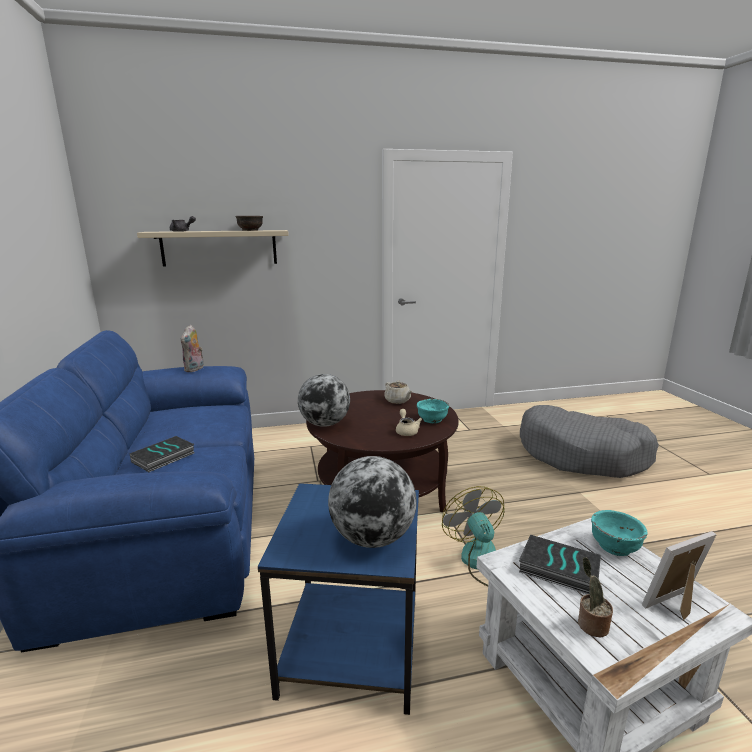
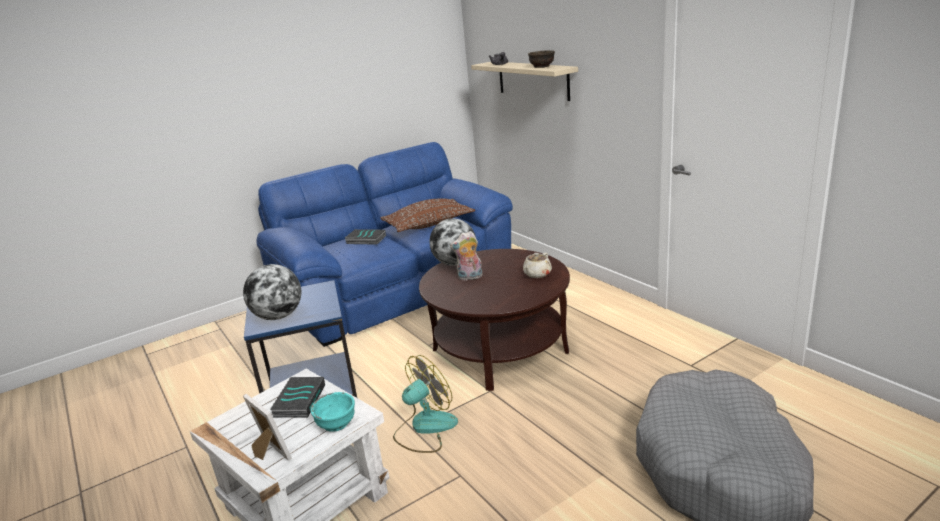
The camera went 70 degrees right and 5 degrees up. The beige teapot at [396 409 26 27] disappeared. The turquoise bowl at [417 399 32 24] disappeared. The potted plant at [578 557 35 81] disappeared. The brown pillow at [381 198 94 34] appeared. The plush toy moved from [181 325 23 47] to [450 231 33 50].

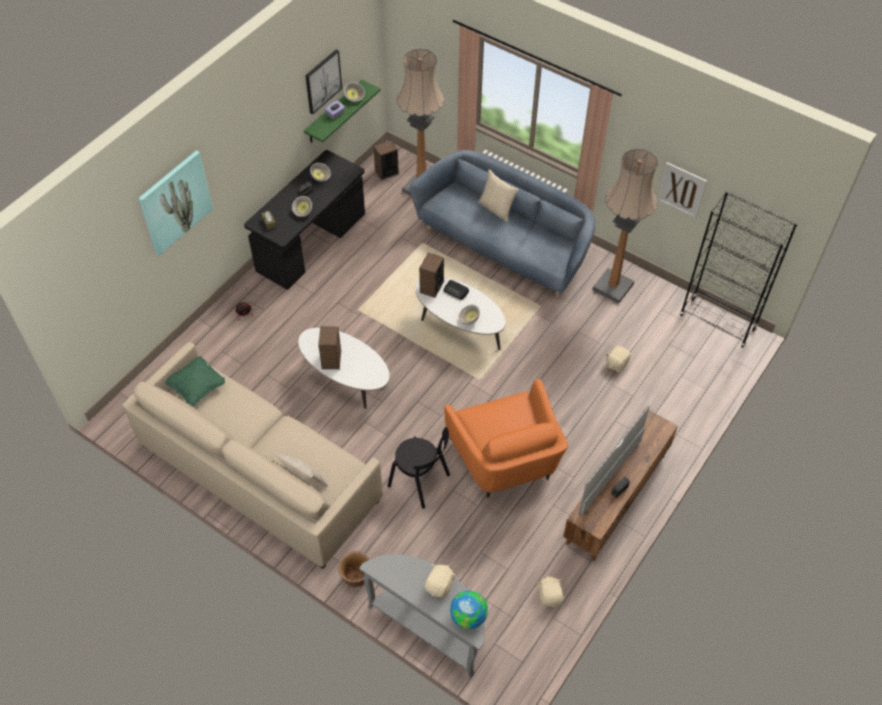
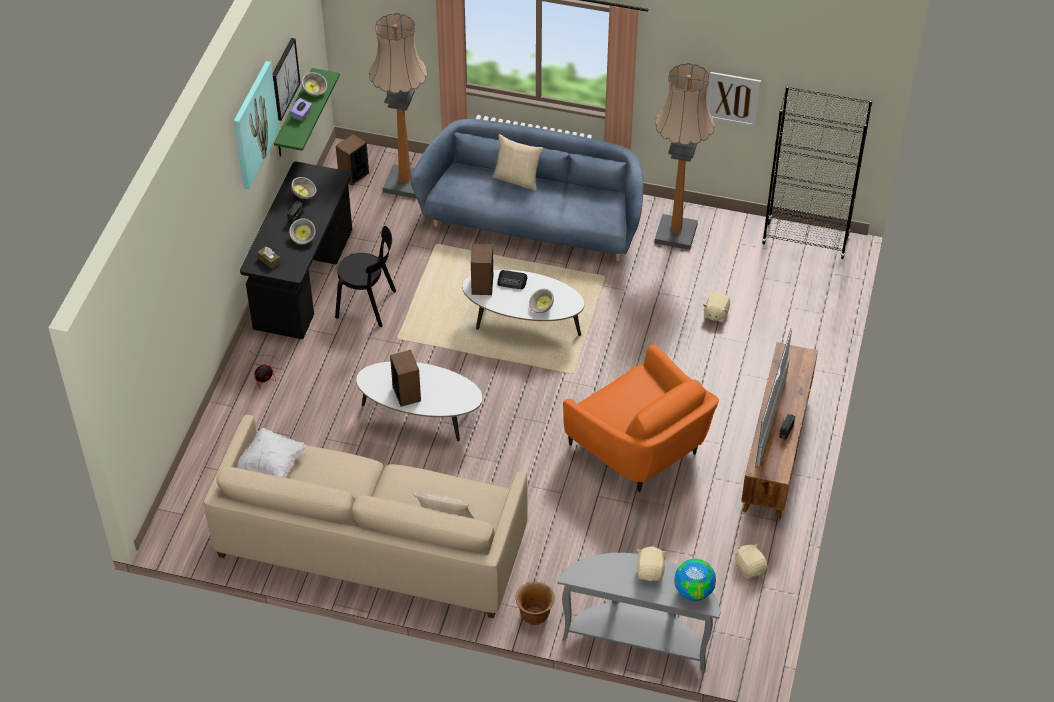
The camera went 20 degrees left and 5 degrees down. The picture moved from [138 151 75 105] to [234 61 46 128]. The black chair moved from [388 427 62 82] to [335 226 61 101]. The green pillow at [166 356 59 51] became the white pillow at [237 428 70 50].

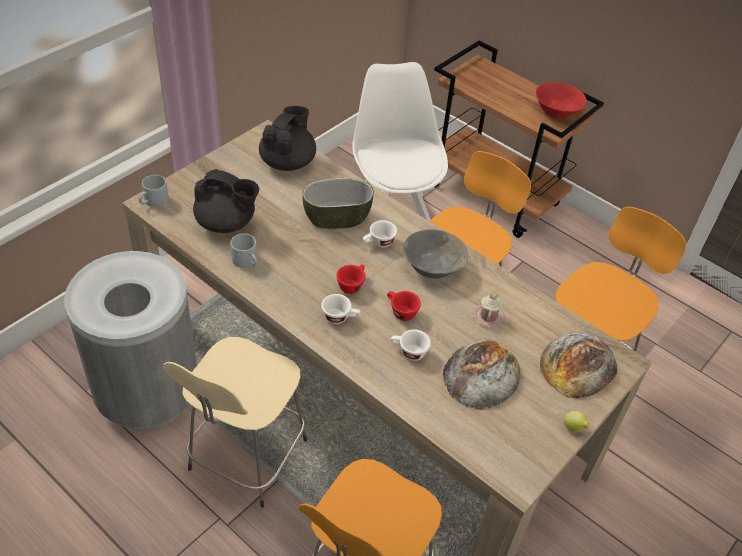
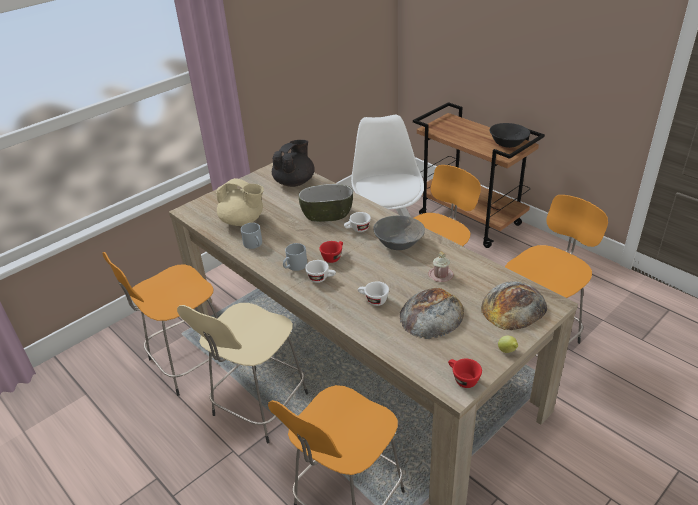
The camera went 10 degrees right and 10 degrees down. The grey mug moved from [139 175 30 32] to [283 243 24 28]. The red cup moved from [387 291 34 30] to [448 359 34 29]. The grey trash can at [64 251 133 179] was replaced by the orange stool at [103 252 115 144]. The black teapot at [193 169 67 64] became the beige teapot at [216 178 48 48]. The red bowl at [536 82 51 36] became the black bowl at [490 123 40 25].

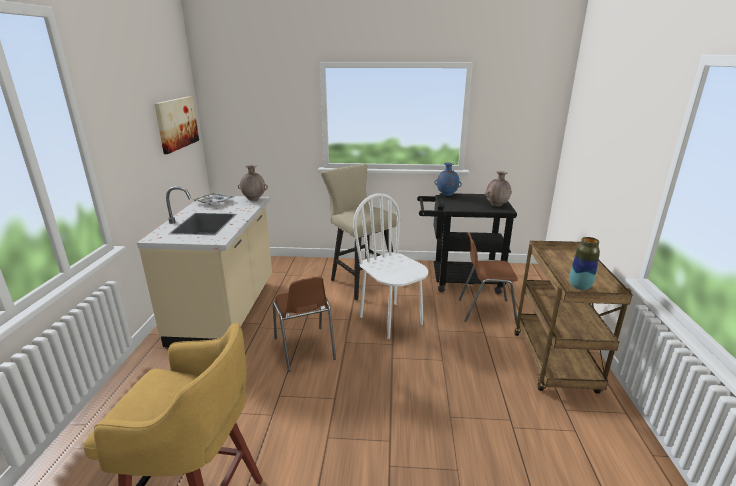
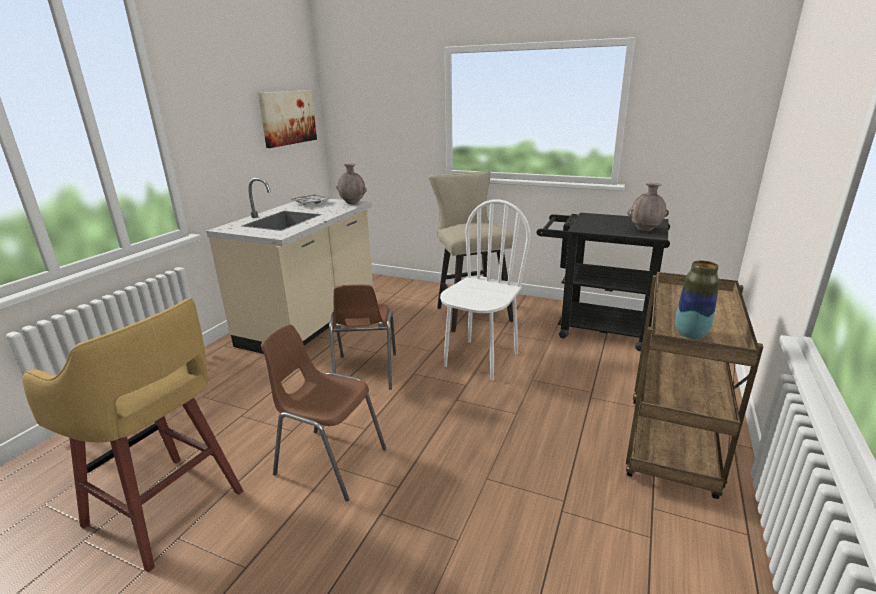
The camera went 20 degrees right and 0 degrees up. The blue vase at [434 163 28 33] disappeared. The brown chair moved from [459 233 59 91] to [261 324 125 177]. The white chair at [353 193 75 146] turned 45 degrees clockwise.

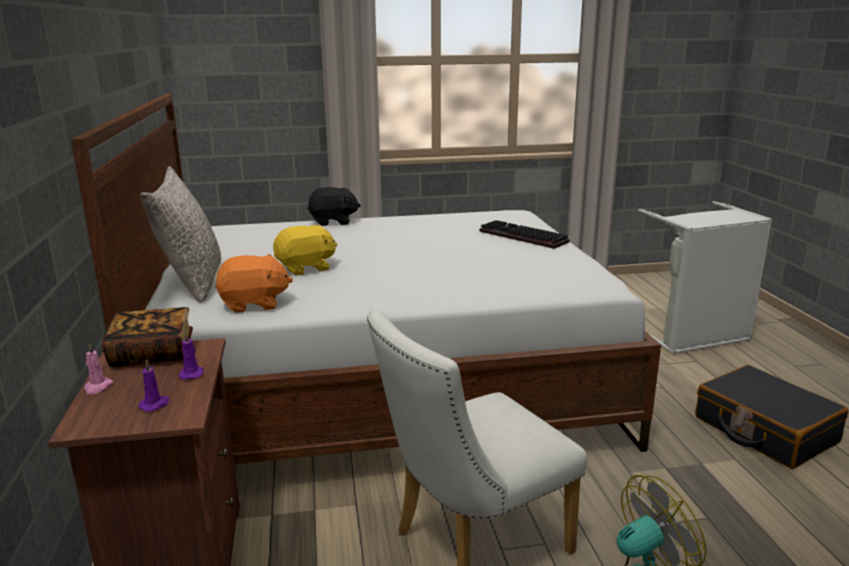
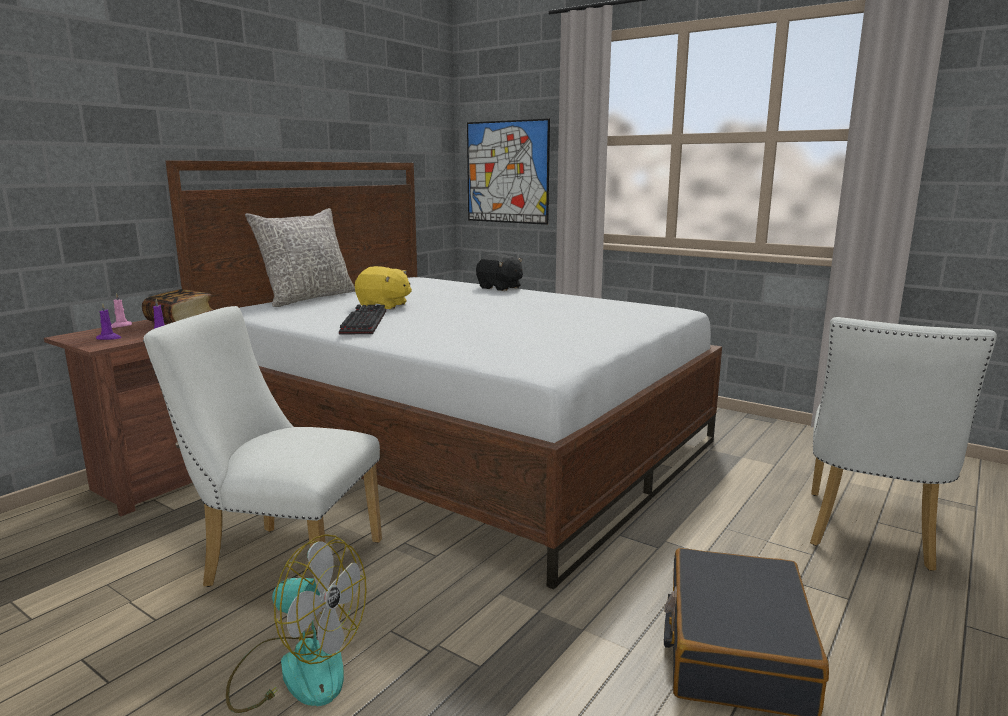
The camera went 45 degrees right and 5 degrees down. The orange plush toy at [215 254 78 59] disappeared. The picture at [467 119 83 106] appeared. The keyboard moved from [479 220 91 29] to [339 305 47 30]. The grey laundry basket at [639 201 133 154] was replaced by the white chair at [810 317 187 254].

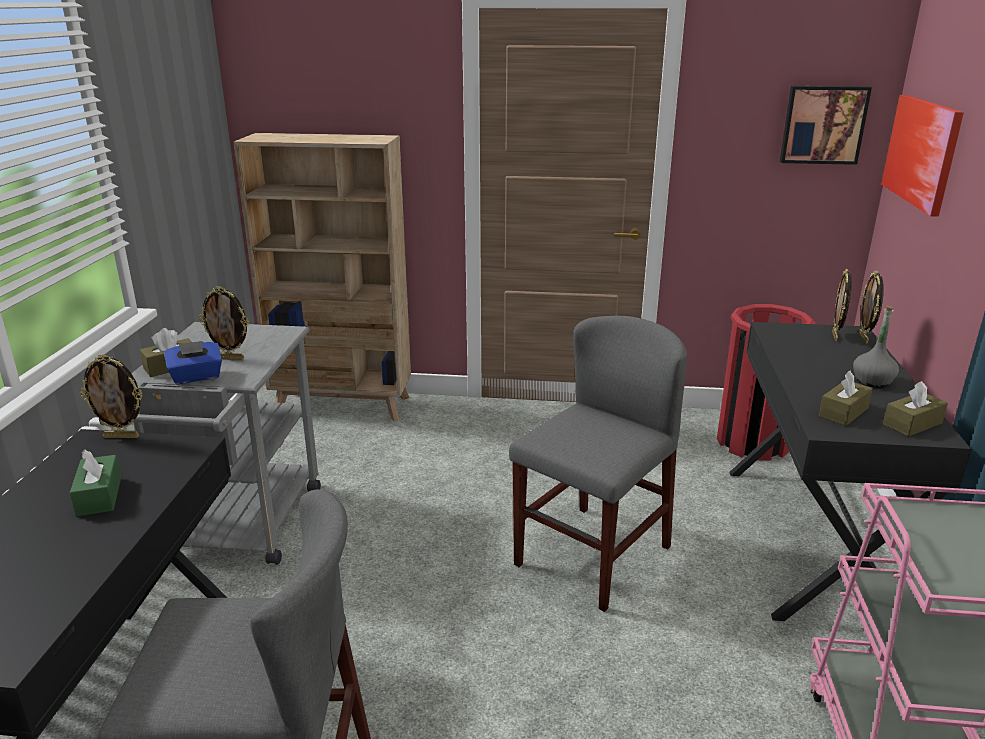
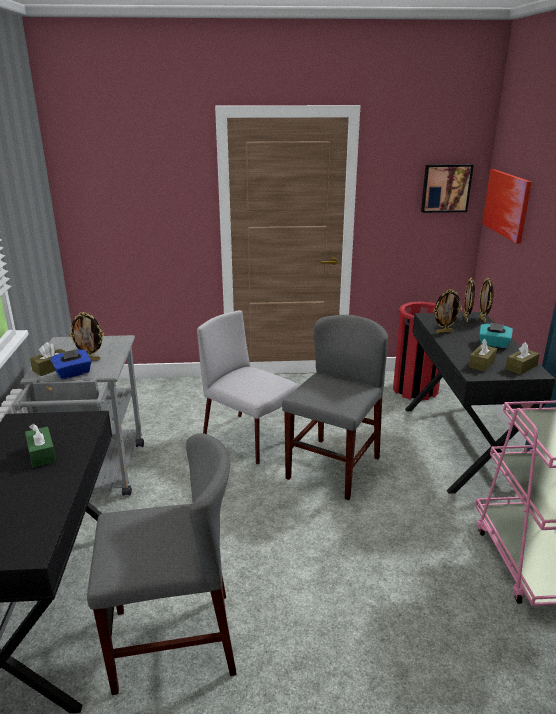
The camera went 10 degrees left and 0 degrees up. The beige bookcase at [233 133 178 289] disappeared. The grey chair at [197 310 101 154] appeared. The picture frame moved from [80 354 62 84] to [434 289 28 44]. The grey bottle at [853 306 46 82] was replaced by the turquoise tissue box at [479 322 34 26].

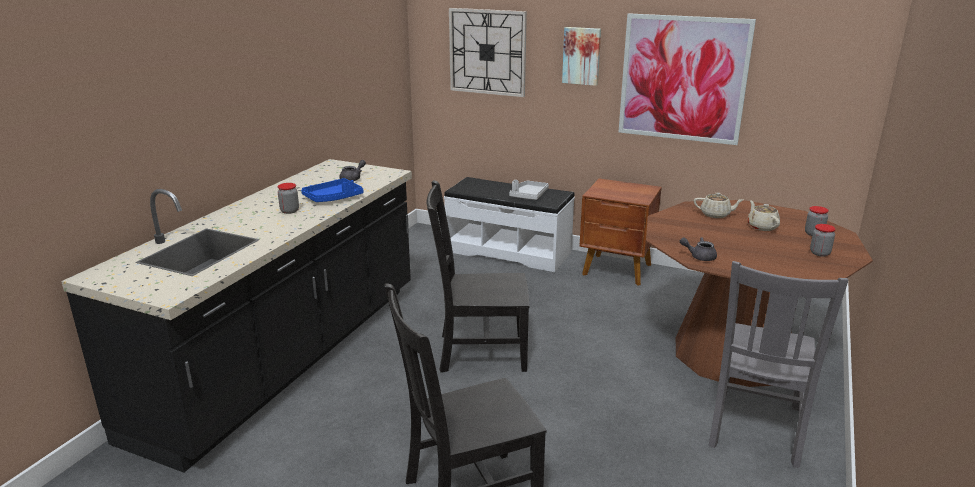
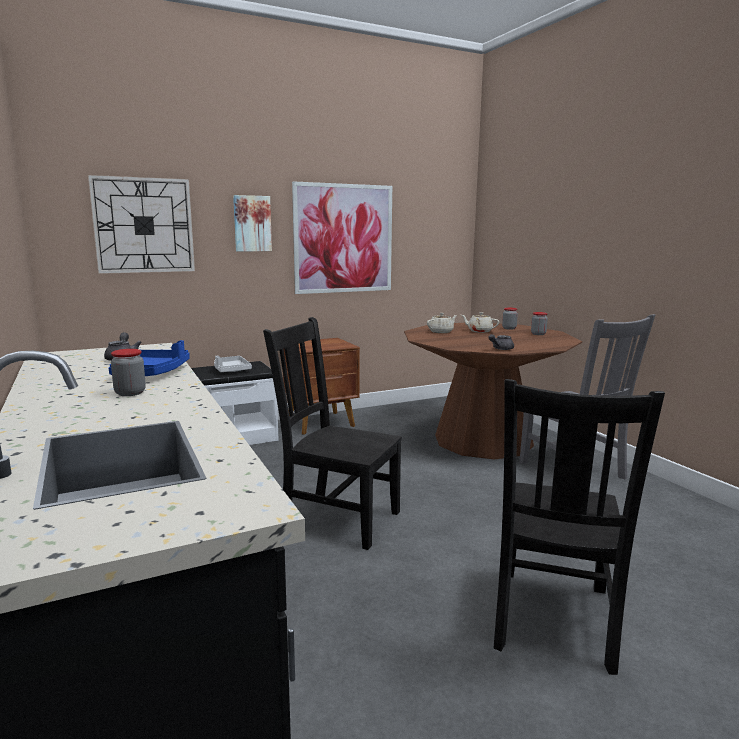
The camera went 50 degrees left and 10 degrees down. The black chair at [426 180 103 192] turned 75 degrees clockwise.

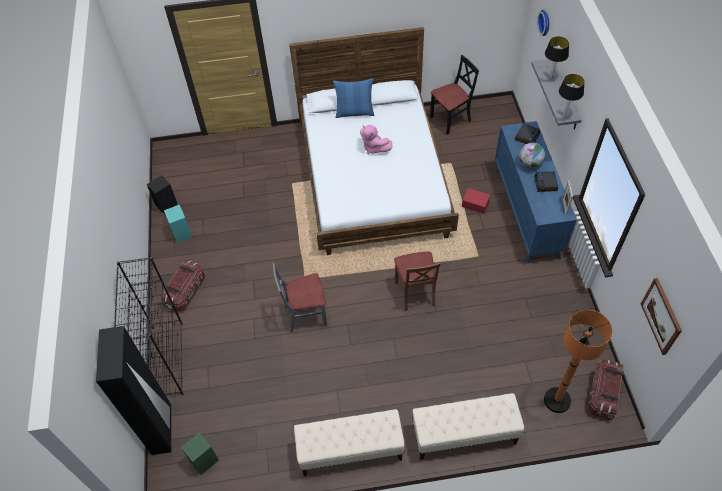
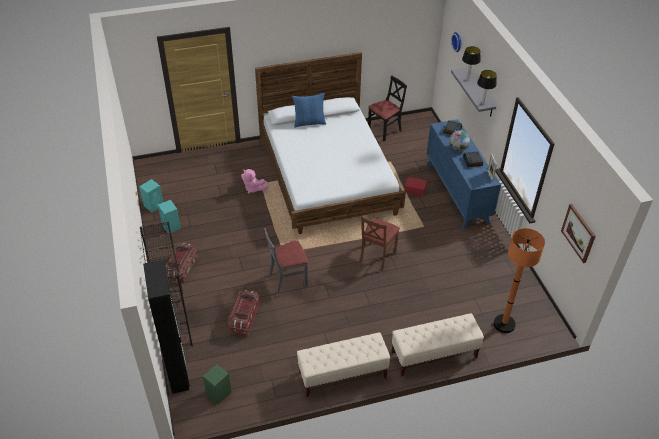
The camera went 10 degrees left and 10 degrees down. The pink plush toy moved from [360 125 32 29] to [241 169 27 25]. The storage box moved from [588 359 36 61] to [228 290 31 46]. The black speaker at [147 175 30 38] became the turquoise speaker at [139 179 24 33]. The brown chair at [394 252 47 59] turned 45 degrees clockwise.

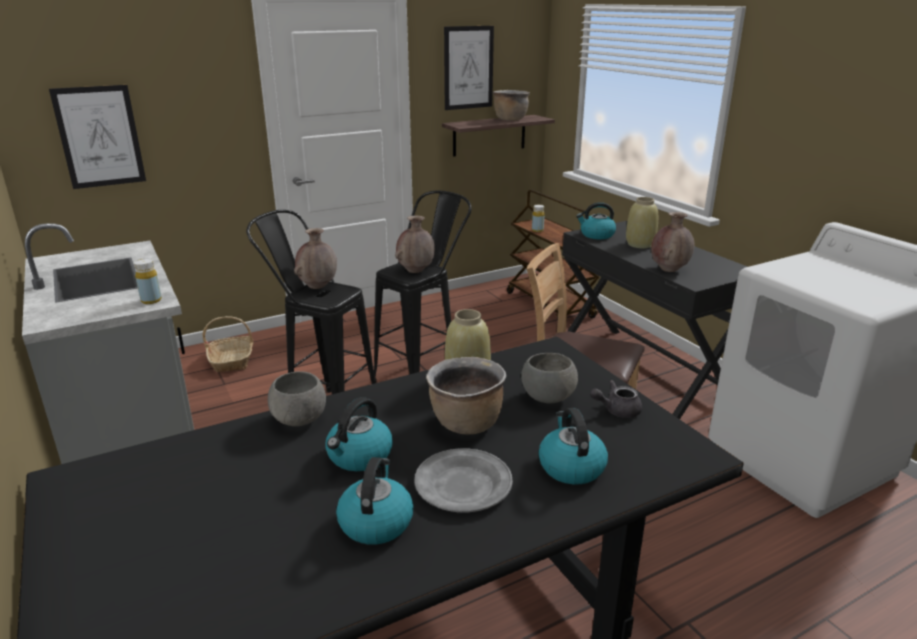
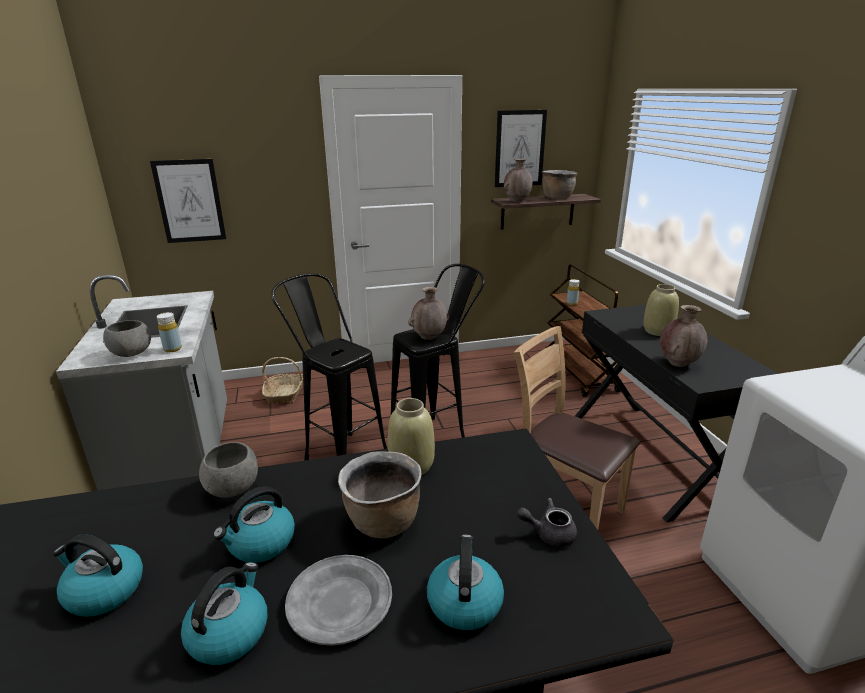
The camera went 15 degrees right and 0 degrees up. The brown vase moved from [294 228 43 61] to [504 159 29 43]. The grey bowl moved from [521 353 57 50] to [103 320 48 37]. The kettle moved from [576 202 40 37] to [53 534 90 83].

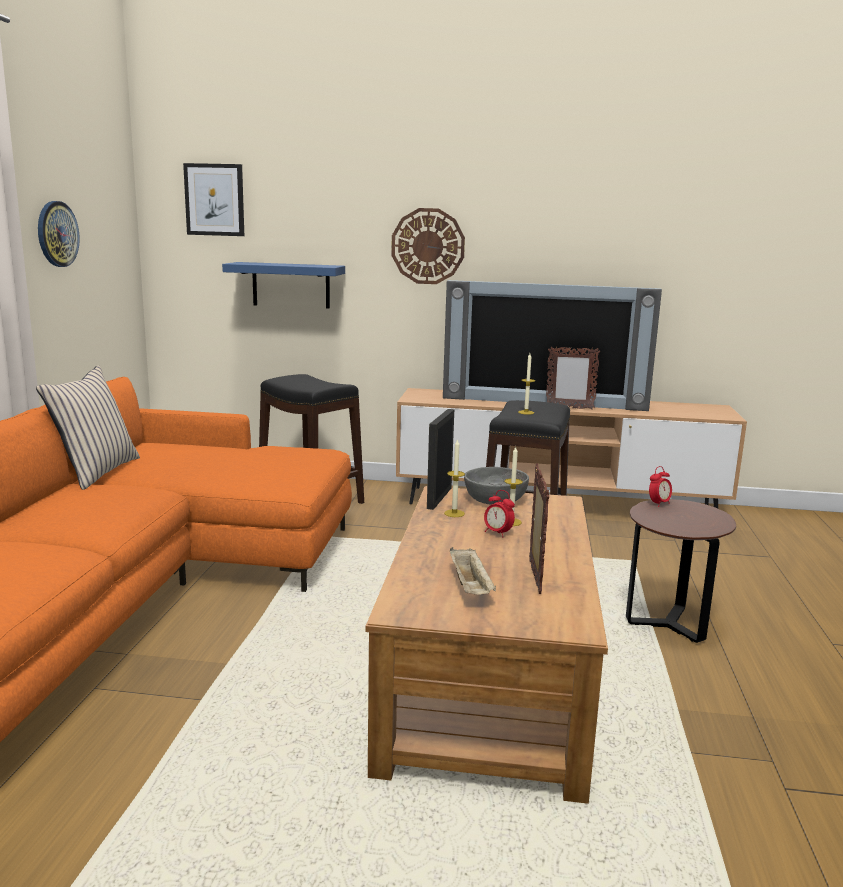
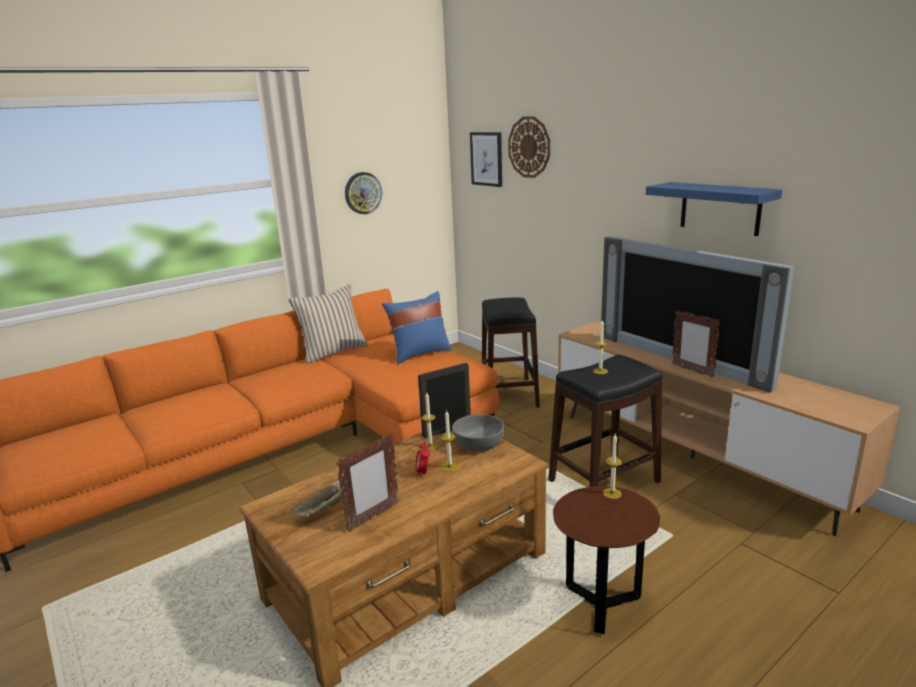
The camera went 45 degrees right and 5 degrees up. The blue pillow at [382 291 69 73] appeared. The blue shelf moved from [222 262 123 47] to [646 182 136 54]. The wall clock moved from [391 208 74 76] to [508 116 42 62]. The alarm clock at [649 466 23 41] was replaced by the candle at [603 434 19 65].

